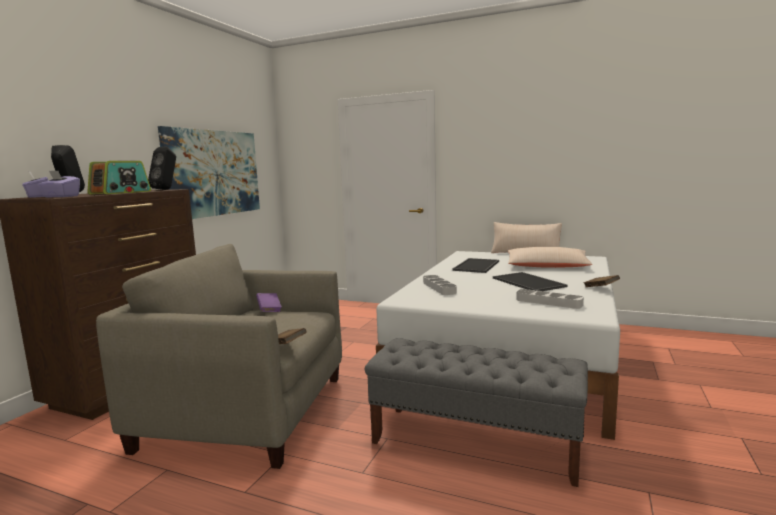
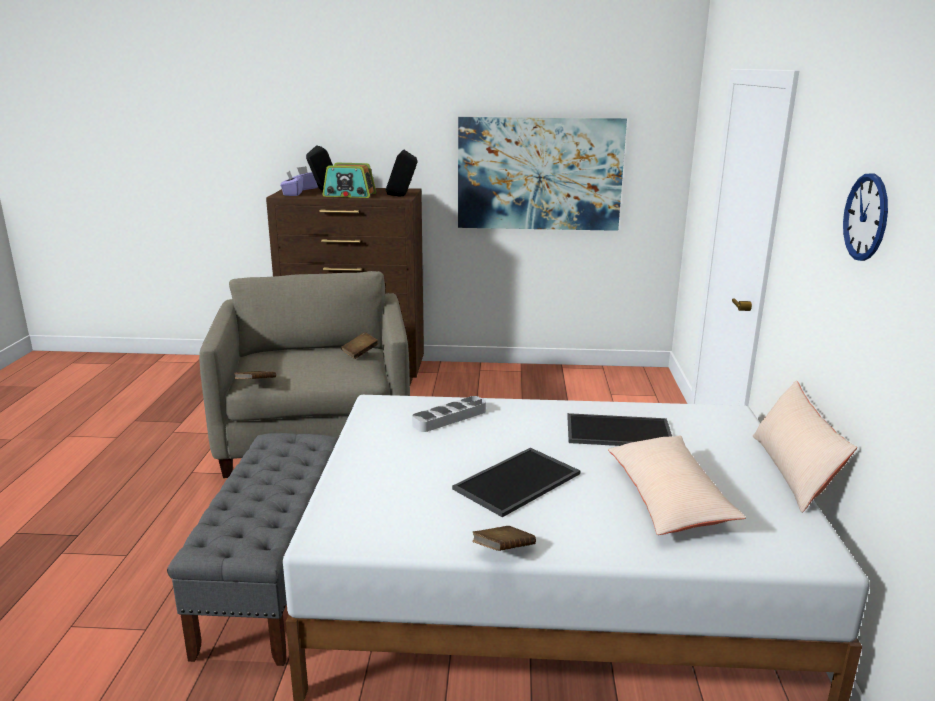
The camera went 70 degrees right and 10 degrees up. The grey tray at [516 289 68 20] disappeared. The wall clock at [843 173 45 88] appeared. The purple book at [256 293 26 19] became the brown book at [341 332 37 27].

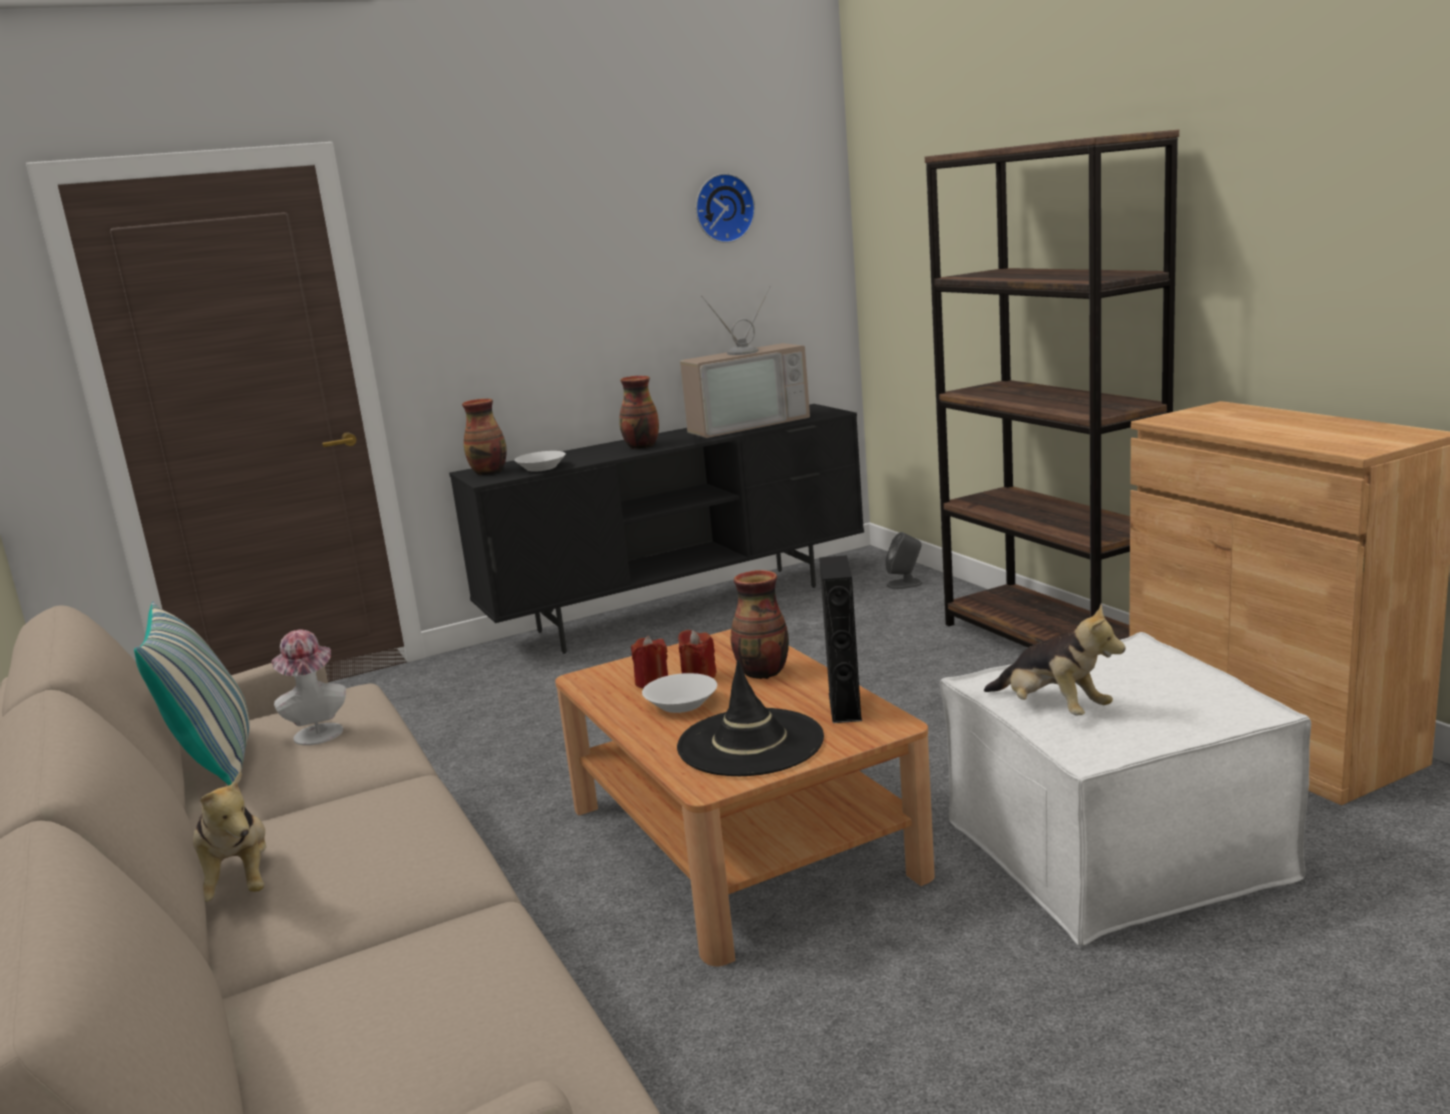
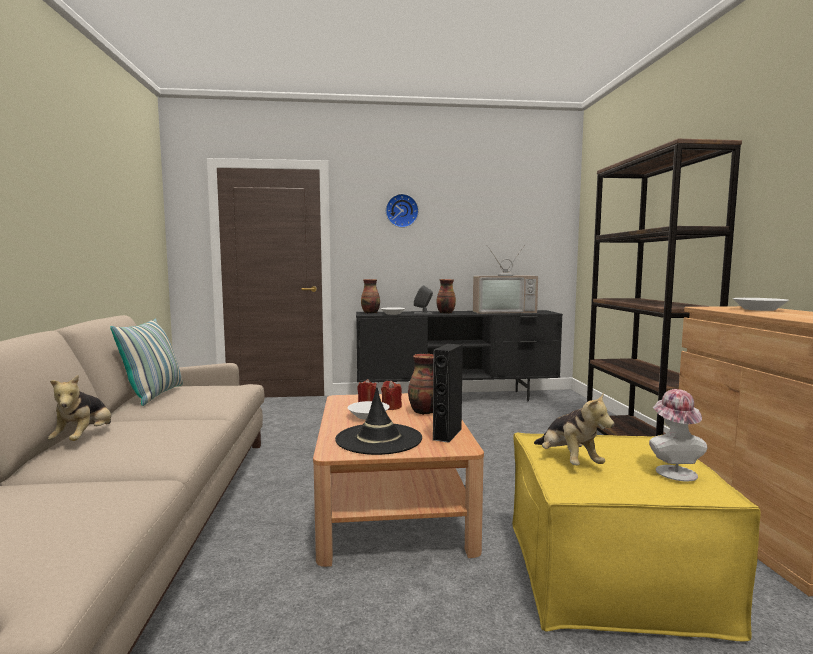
The camera went 20 degrees right and 10 degrees down. The white bowl at [733 298 56 13] appeared. The hat moved from [271 630 75 115] to [649 389 58 92]. The wall clock moved from [696 173 59 70] to [386 194 33 34]. The grey speaker moved from [885 532 38 57] to [413 285 20 29]. The white ottoman at [940 632 371 314] became the yellow ottoman at [512 433 249 208].

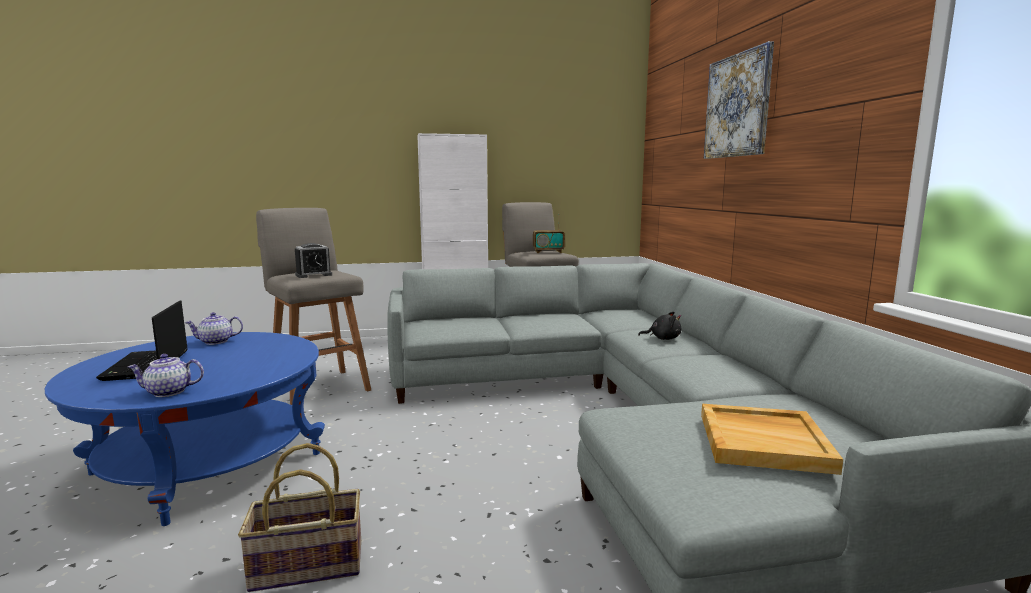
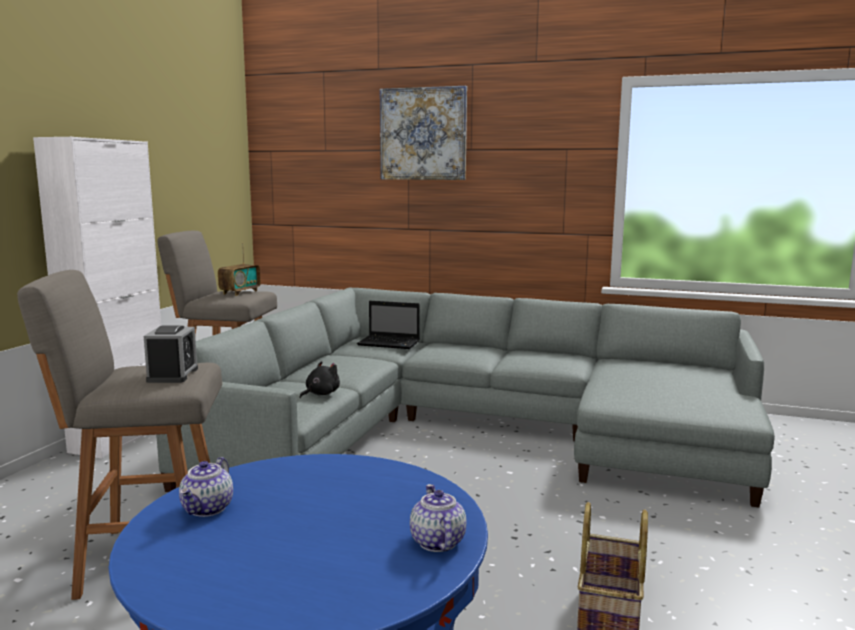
The camera went 60 degrees left and 0 degrees up. The beige tray at [701 404 142 71] disappeared. The laptop moved from [96 300 92 81] to [357 301 63 48]. The black plush toy moved from [638 312 44 28] to [299 361 41 37]. The teapot at [128 354 76 43] turned 150 degrees clockwise.

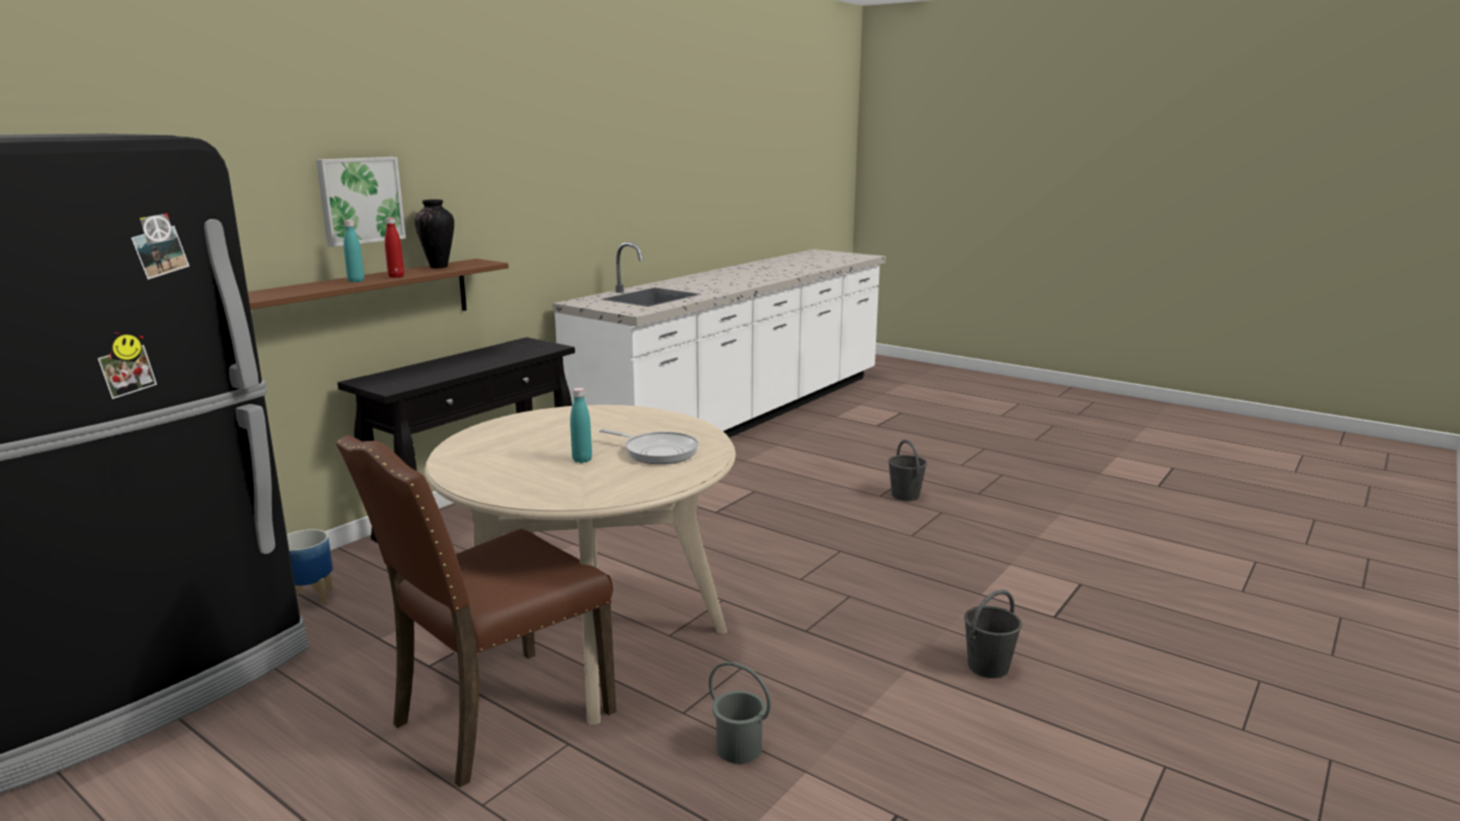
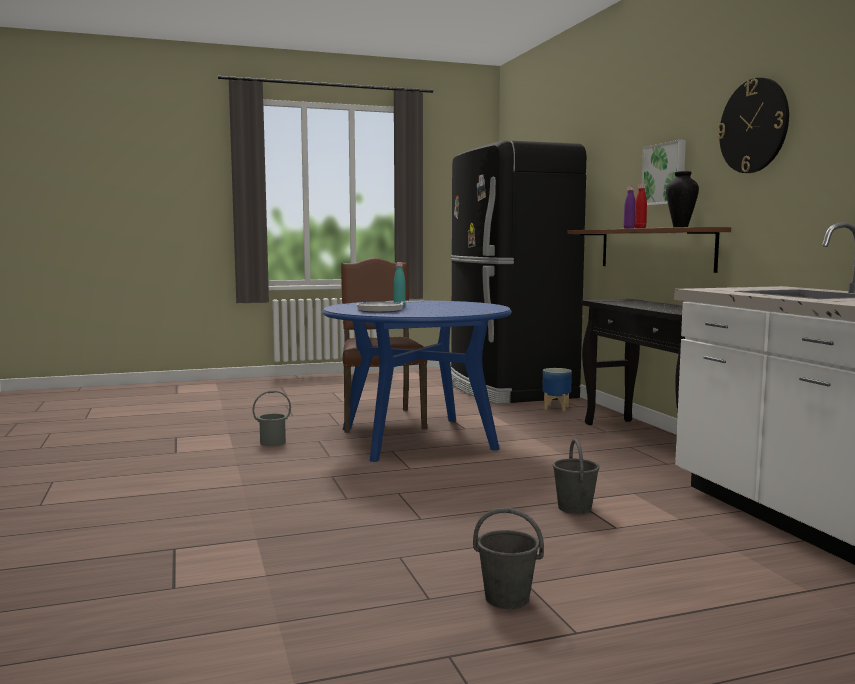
The camera went 125 degrees right and 10 degrees down. The wall clock at [717 78 72 95] appeared. The grey bucket moved from [964 590 58 88] to [553 439 47 75]. The turquoise bottle at [343 220 21 62] became the purple bottle at [624 186 11 43]. The beige dining table at [425 405 311 319] became the blue dining table at [322 300 190 162].

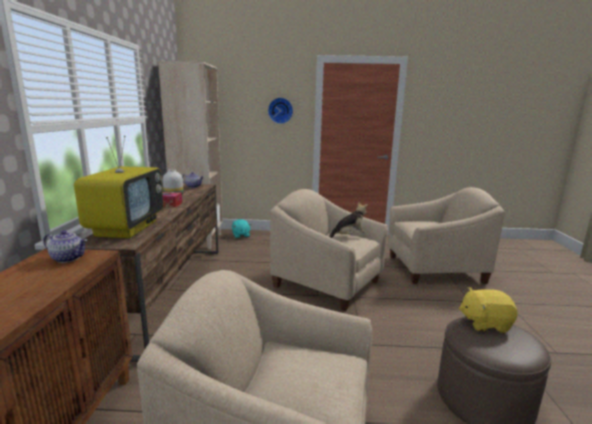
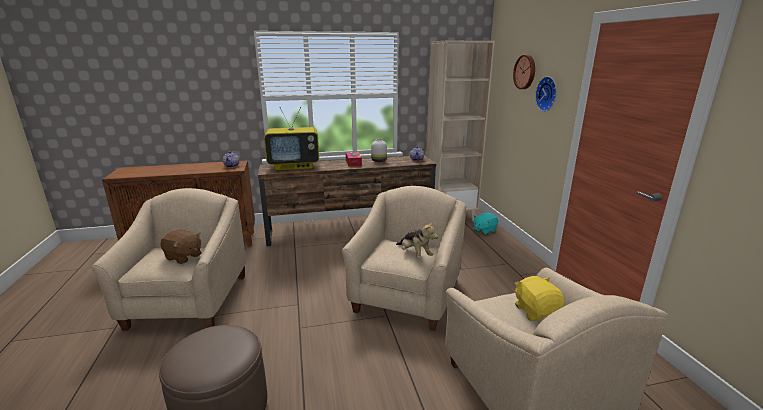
The camera went 75 degrees right and 5 degrees up. The brown plush toy at [160 230 42 34] appeared. The wall clock at [513 55 22 34] appeared. The yellow plush toy moved from [459 287 59 46] to [515 276 50 45].

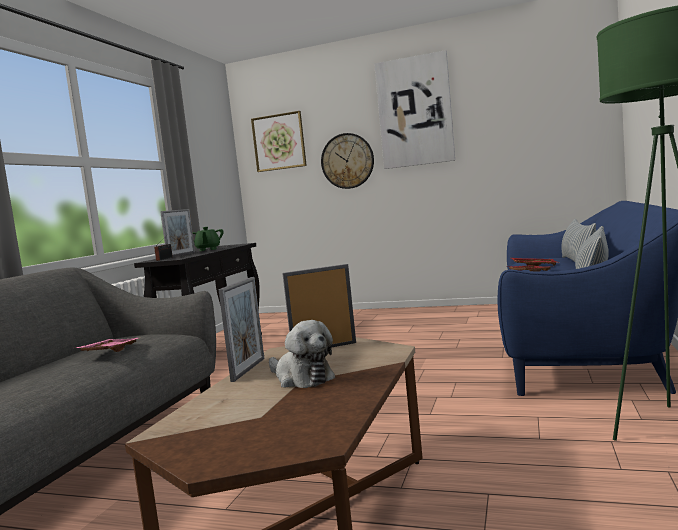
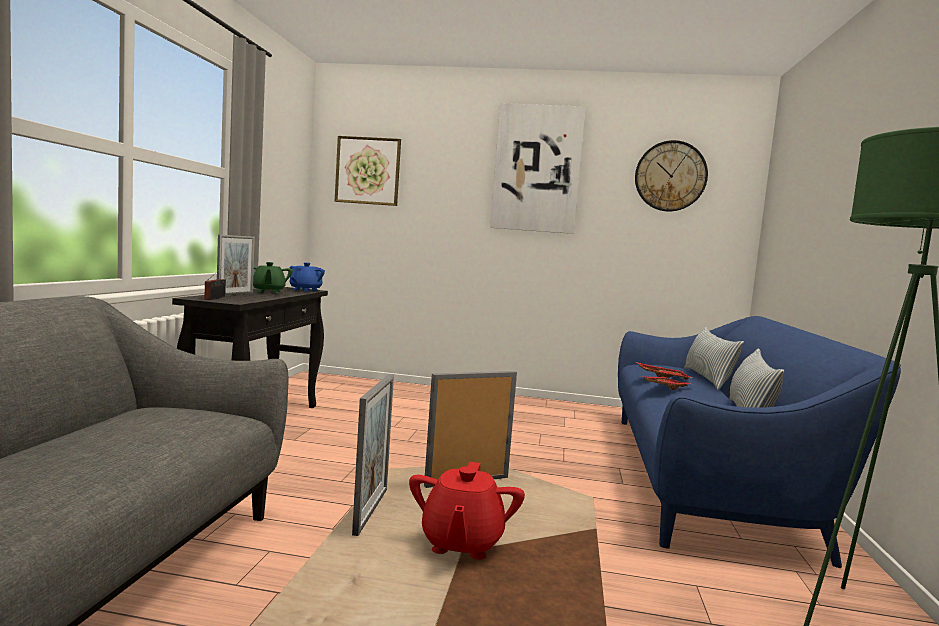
The camera went 10 degrees left and 0 degrees up. The pink tray at [76 338 62 14] disappeared. The blue teapot at [290 262 35 30] appeared. The wall clock moved from [321 133 53 56] to [635 140 73 71]. The plush toy at [269 320 66 68] was replaced by the red teapot at [409 462 116 98].

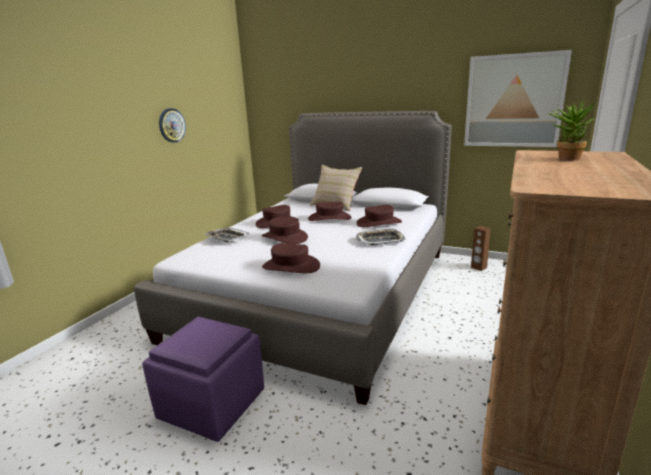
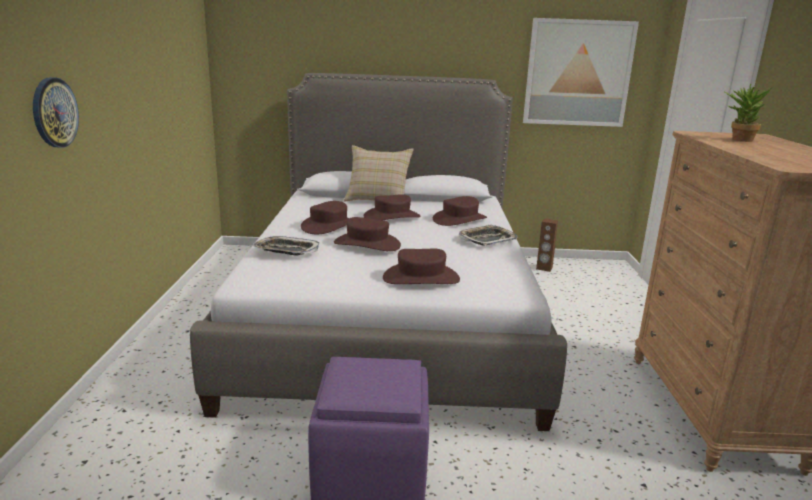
The camera went 25 degrees left and 0 degrees up. The wall clock moved from [159 108 27 35] to [33 77 46 71].

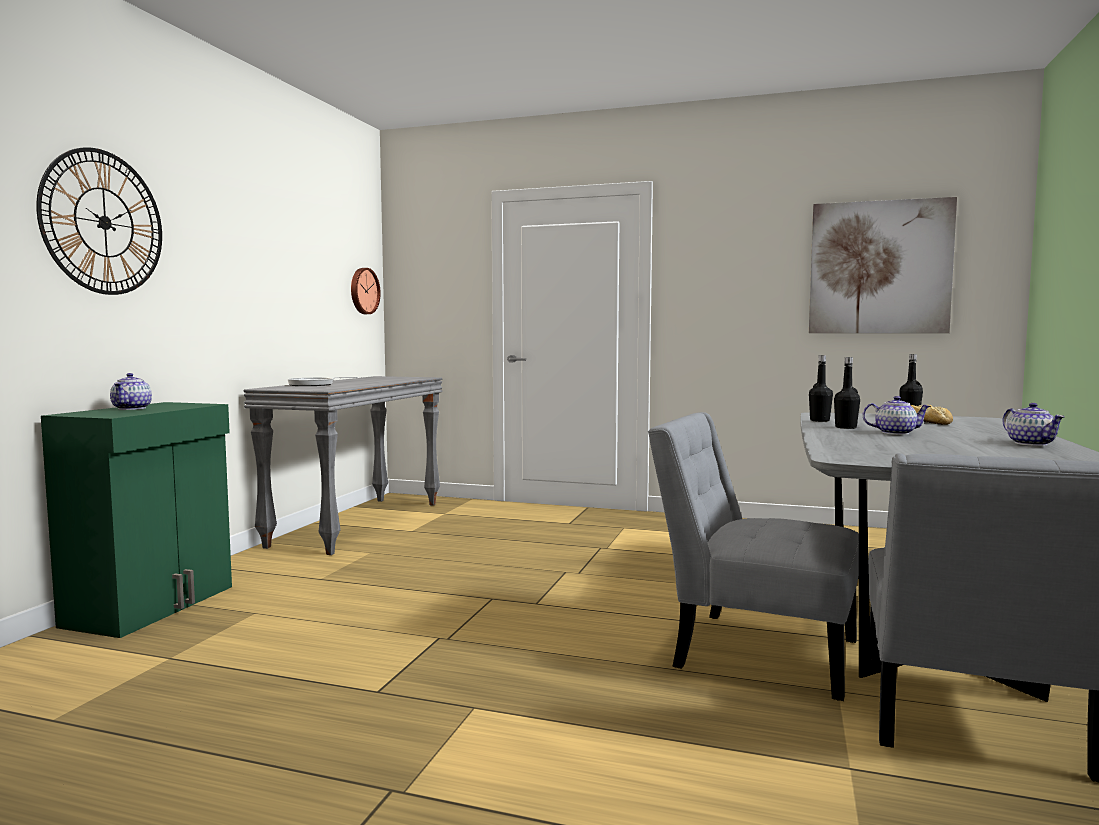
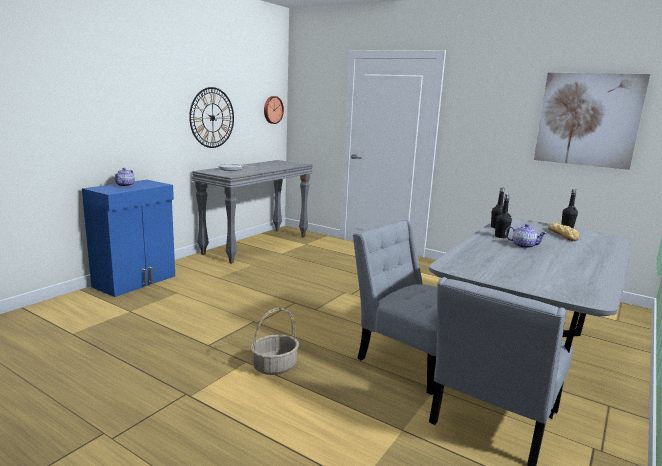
The camera went 15 degrees right and 10 degrees up. The teapot at [1002 403 63 43] disappeared. The basket at [251 308 48 67] appeared. The wall clock moved from [36 147 126 148] to [189 87 45 61]. The green cabinet at [41 402 191 236] became the blue cabinet at [82 180 93 117].

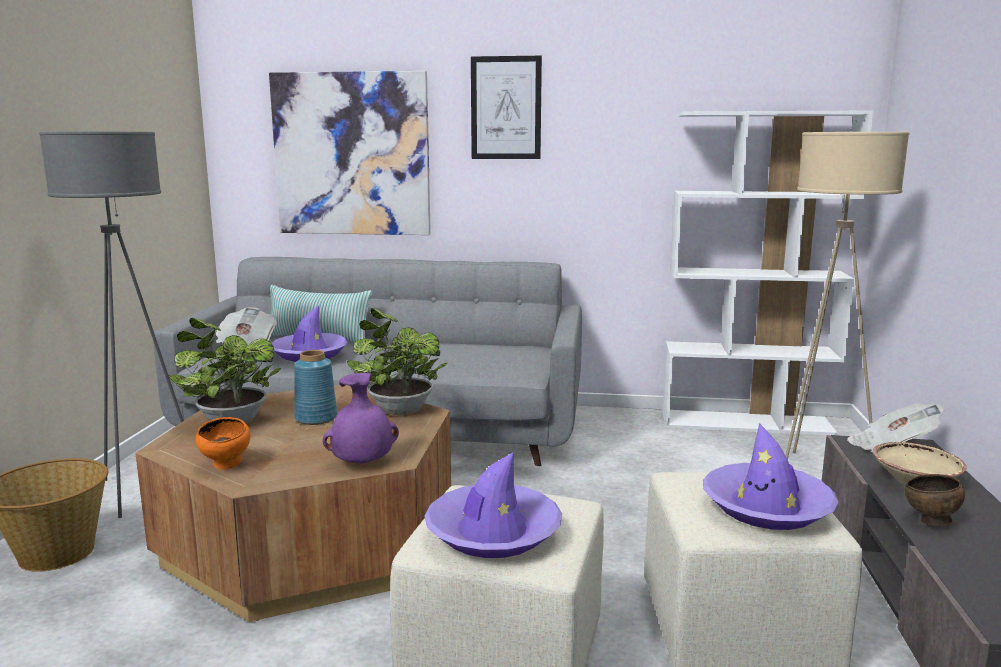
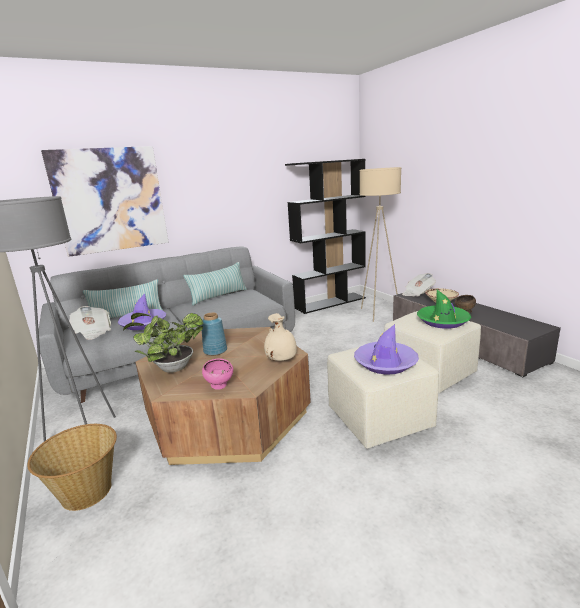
The camera went 35 degrees left and 5 degrees up. The potted plant at [347 308 100 107] disappeared. The picture at [471 56 71 103] disappeared. The pillow at [183 262 64 43] appeared. The orange bowl at [196 417 55 53] became the pink bowl at [202 359 31 31]. The purple vase at [323 373 76 90] became the beige vase at [264 313 33 48]. The white bookcase at [662 111 212 324] became the black bookcase at [285 159 81 155]. The purple hat at [703 423 136 107] became the green hat at [417 290 55 39].

